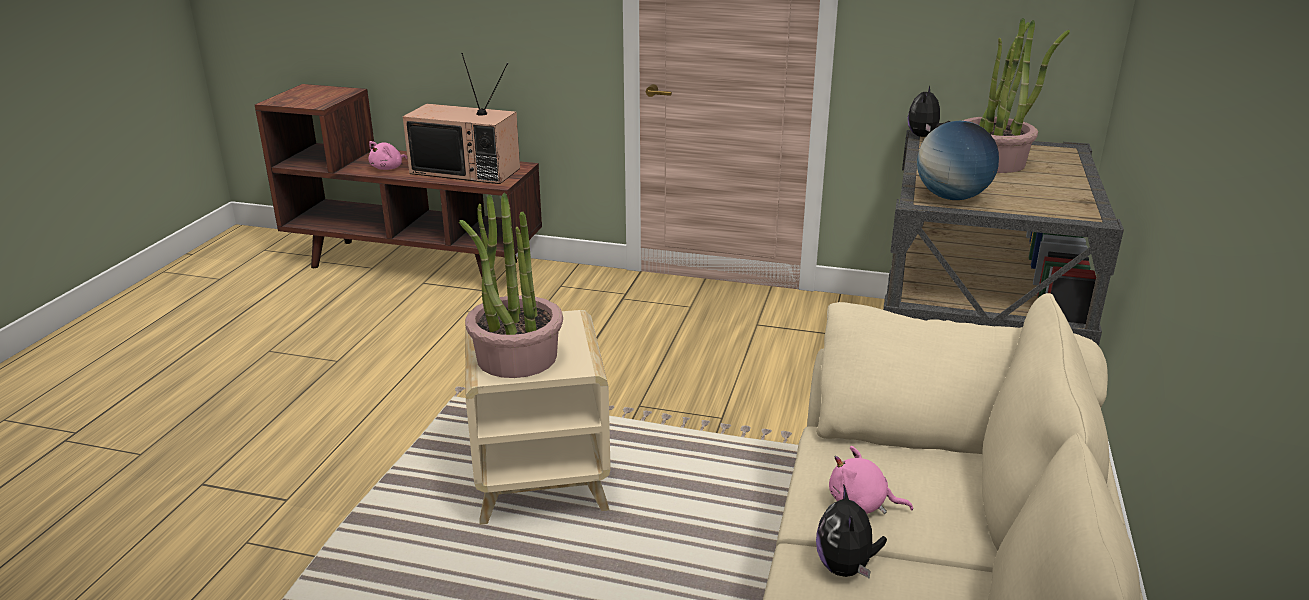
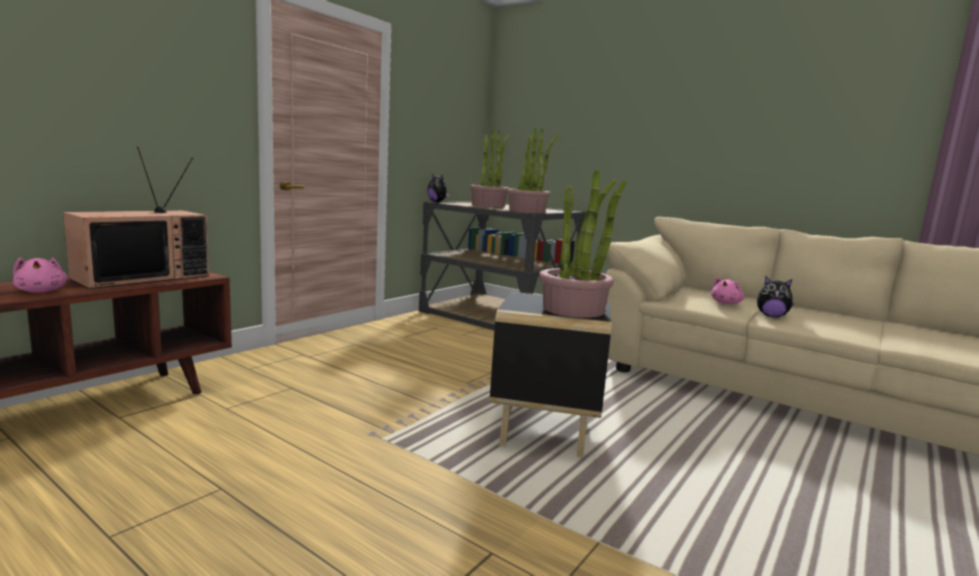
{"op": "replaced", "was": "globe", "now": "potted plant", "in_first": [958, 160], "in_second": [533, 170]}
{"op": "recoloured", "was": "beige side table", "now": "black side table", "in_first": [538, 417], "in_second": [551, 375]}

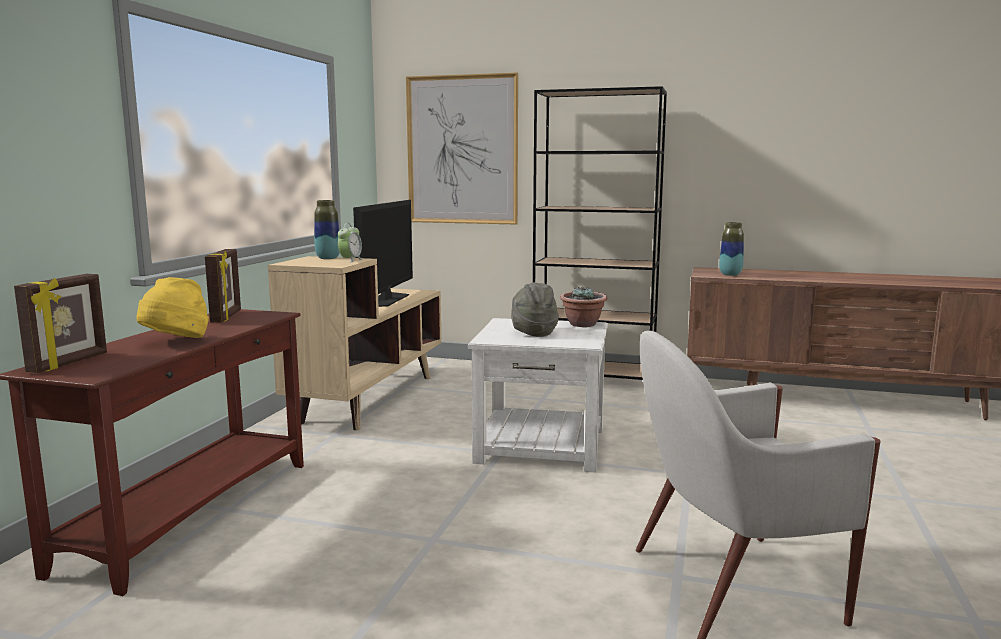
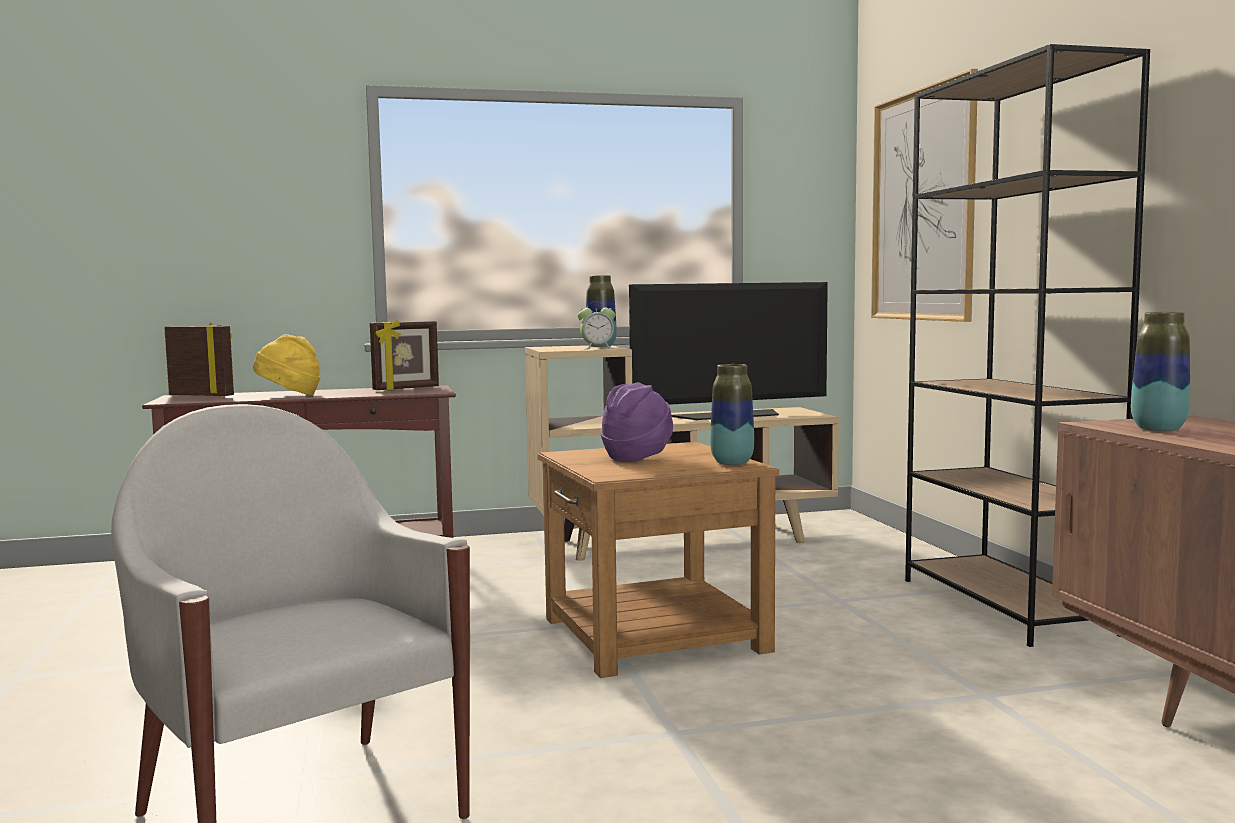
{"op": "replaced", "was": "potted plant", "now": "vase", "in_first": [583, 307], "in_second": [732, 414]}
{"op": "recoloured", "was": "white side table", "now": "brown side table", "in_first": [538, 395], "in_second": [658, 560]}
{"op": "recoloured", "was": "grey hat", "now": "purple hat", "in_first": [535, 309], "in_second": [636, 422]}
{"op": "turned", "was": "picture frame", "in_first": [60, 323], "in_second": [199, 359], "clockwise": -150}

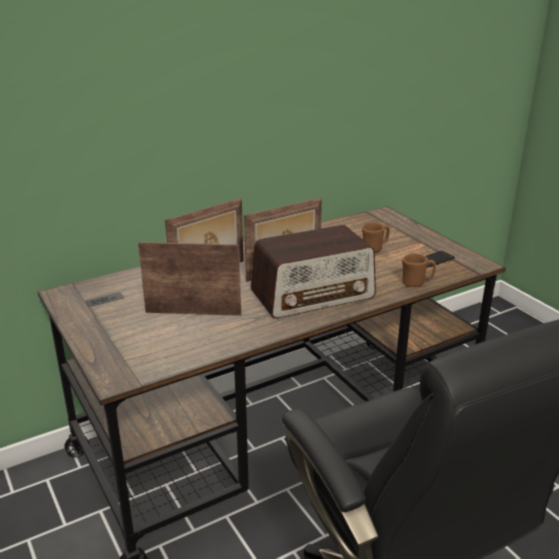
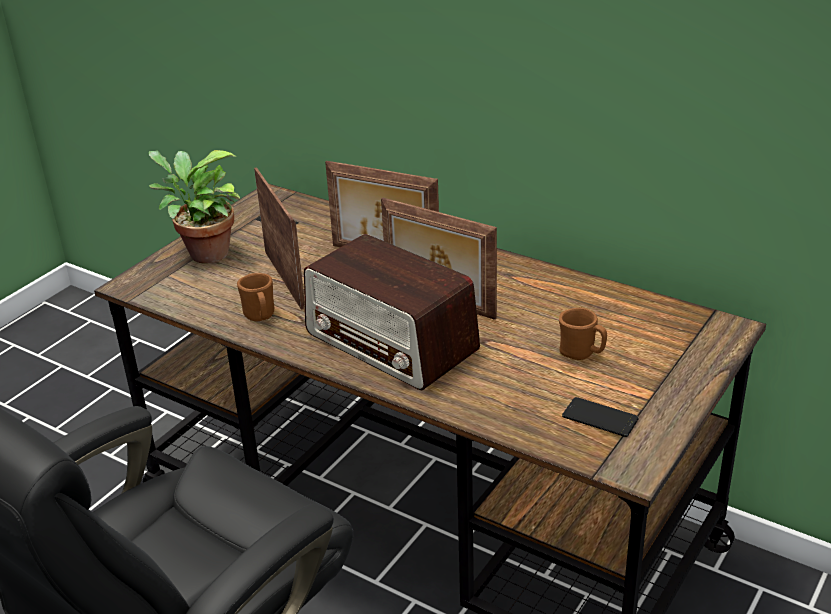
{"op": "added", "now": "potted plant", "in_second": [194, 207]}
{"op": "moved", "was": "brown mug", "in_first": [419, 270], "in_second": [255, 297]}

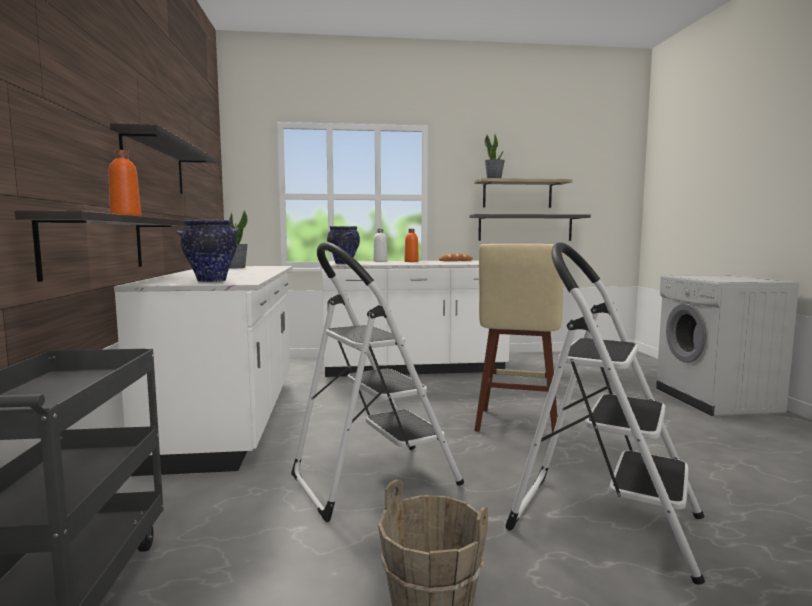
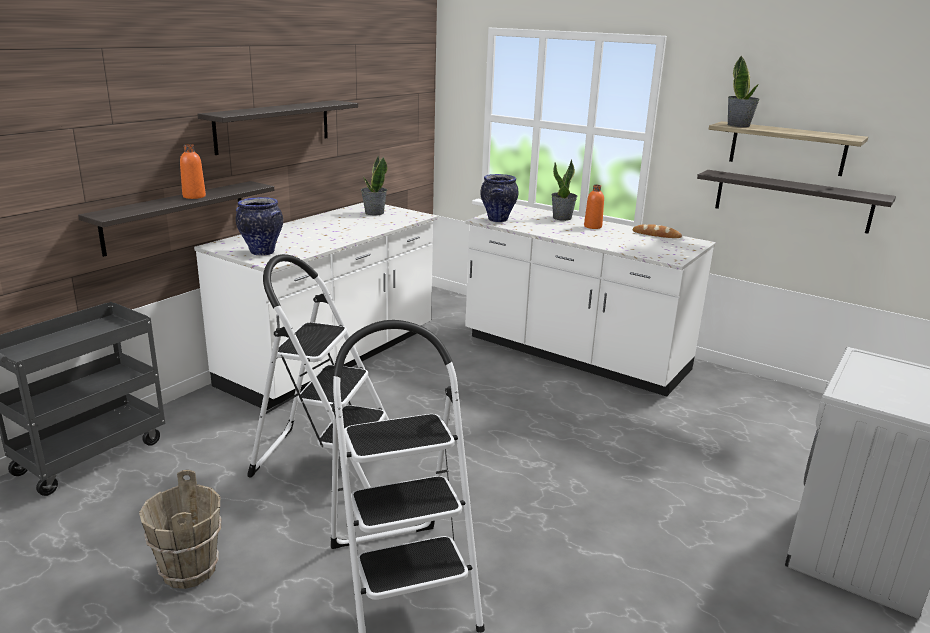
{"op": "removed", "was": "beige stool", "in_first": [519, 342]}
{"op": "replaced", "was": "white bottle", "now": "potted plant", "in_first": [380, 245], "in_second": [564, 190]}

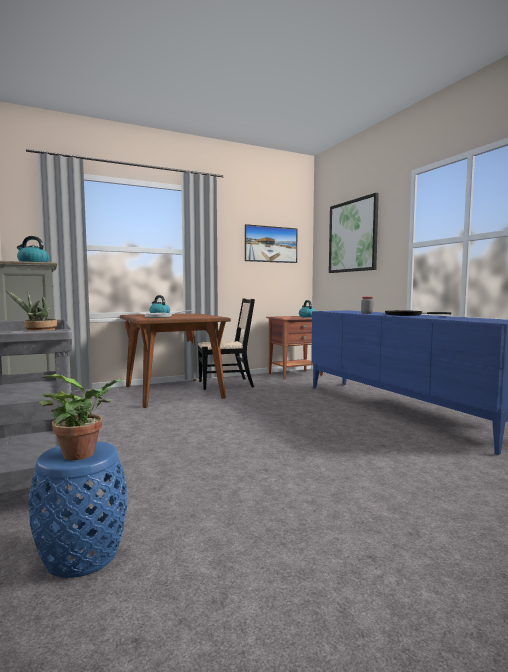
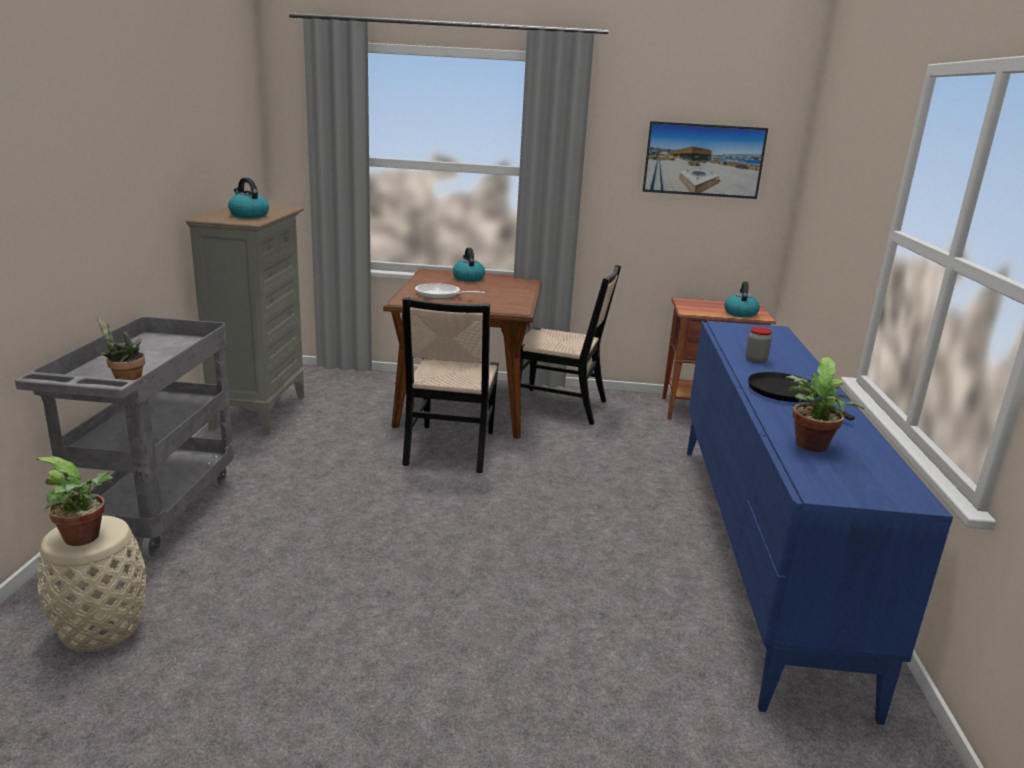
{"op": "removed", "was": "picture", "in_first": [354, 233]}
{"op": "added", "now": "chair", "in_second": [450, 385]}
{"op": "added", "now": "potted plant", "in_second": [824, 404]}
{"op": "recoloured", "was": "blue stool", "now": "beige stool", "in_first": [77, 509], "in_second": [91, 583]}

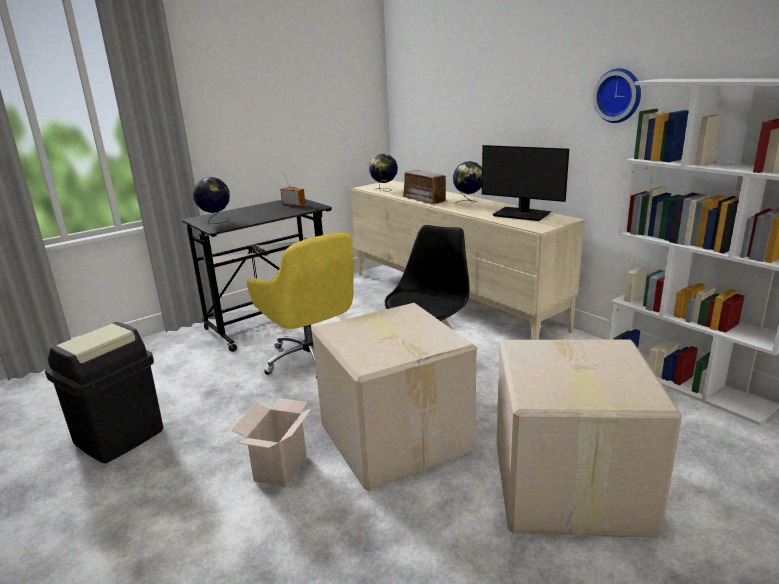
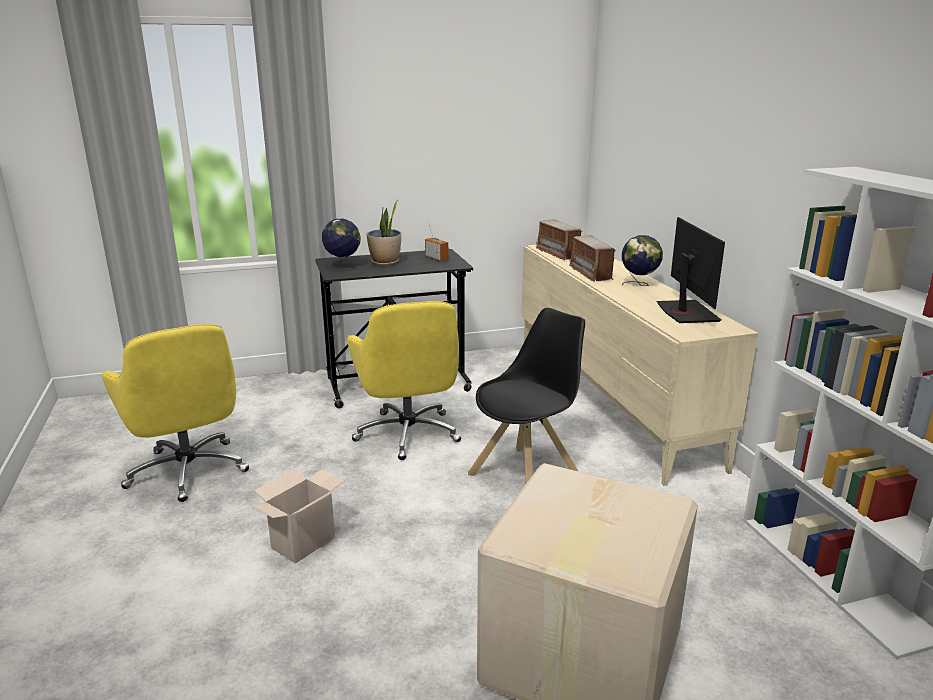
{"op": "removed", "was": "cardboard box", "in_first": [394, 397]}
{"op": "removed", "was": "wall clock", "in_first": [617, 95]}
{"op": "added", "now": "potted plant", "in_second": [384, 232]}
{"op": "replaced", "was": "black trash can", "now": "yellow office chair", "in_first": [104, 392], "in_second": [175, 413]}
{"op": "replaced", "was": "globe", "now": "radio", "in_first": [383, 172], "in_second": [559, 240]}
{"op": "turned", "was": "monitor", "in_first": [525, 183], "in_second": [691, 270], "clockwise": -150}

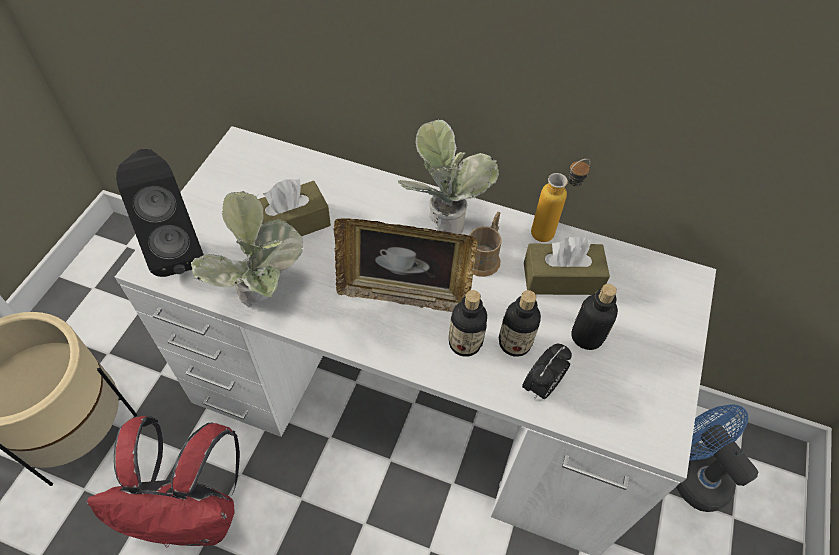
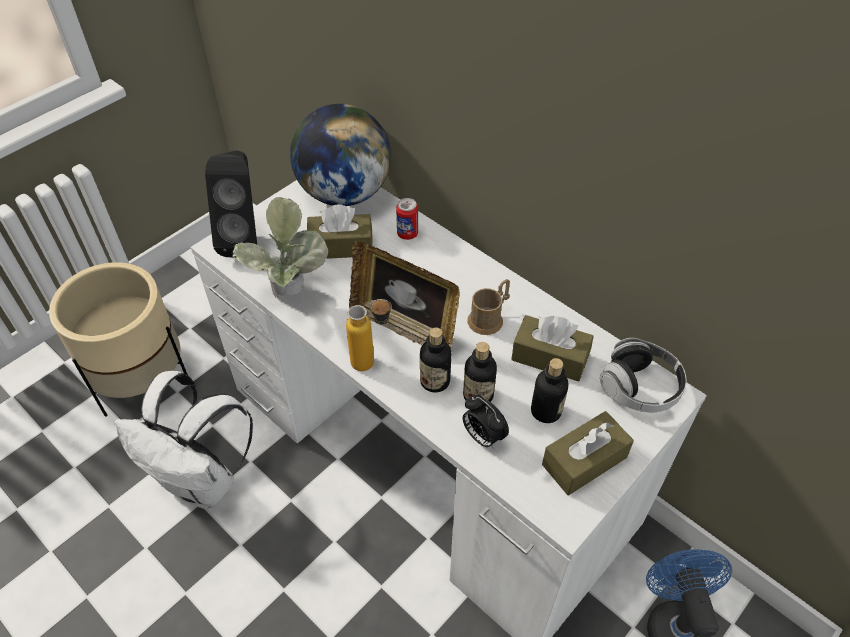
{"op": "removed", "was": "potted plant", "in_first": [448, 177]}
{"op": "added", "now": "globe", "in_second": [340, 155]}
{"op": "added", "now": "can", "in_second": [407, 219]}
{"op": "added", "now": "brown tissue box", "in_second": [588, 453]}
{"op": "added", "now": "headphones", "in_second": [643, 375]}
{"op": "moved", "was": "bottle", "in_first": [560, 200], "in_second": [369, 335]}
{"op": "recoloured", "was": "red backpack", "now": "white backpack", "in_first": [163, 482], "in_second": [184, 440]}
{"op": "turned", "was": "alarm clock", "in_first": [547, 372], "in_second": [486, 422], "clockwise": 75}

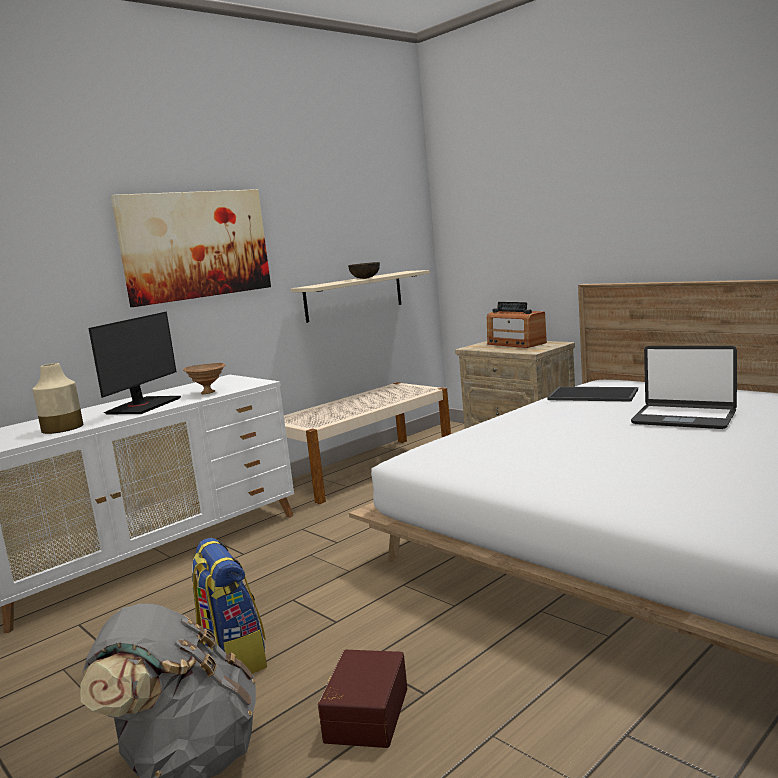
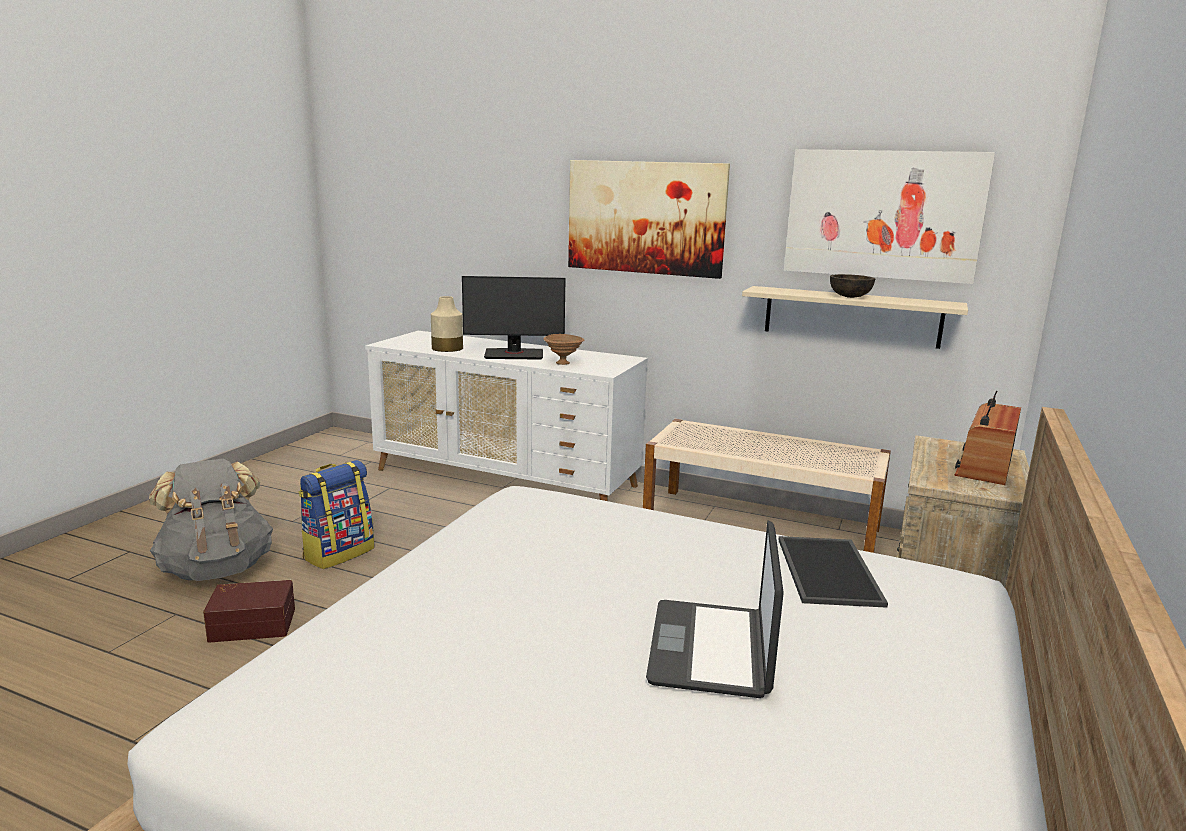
{"op": "added", "now": "picture", "in_second": [889, 216]}

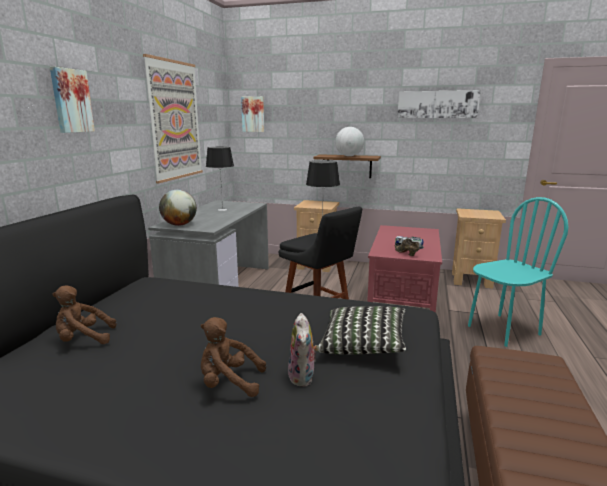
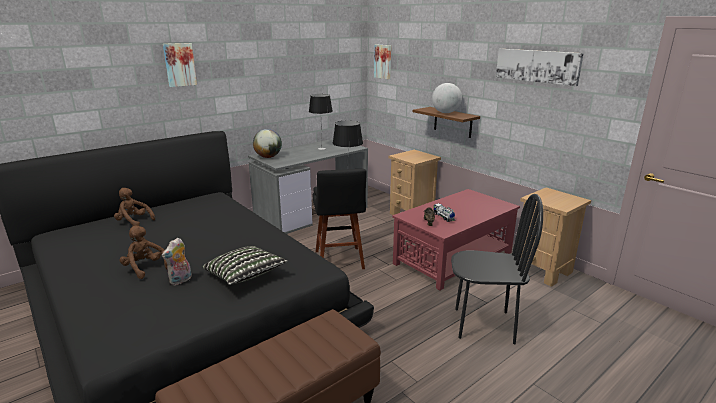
{"op": "removed", "was": "picture", "in_first": [173, 118]}
{"op": "recoloured", "was": "turquoise chair", "now": "black chair", "in_first": [518, 272], "in_second": [497, 269]}

